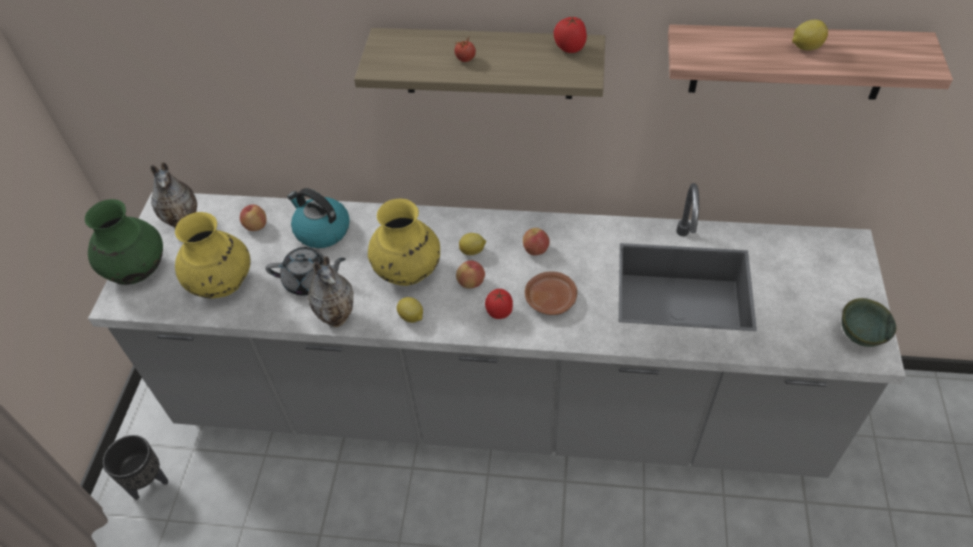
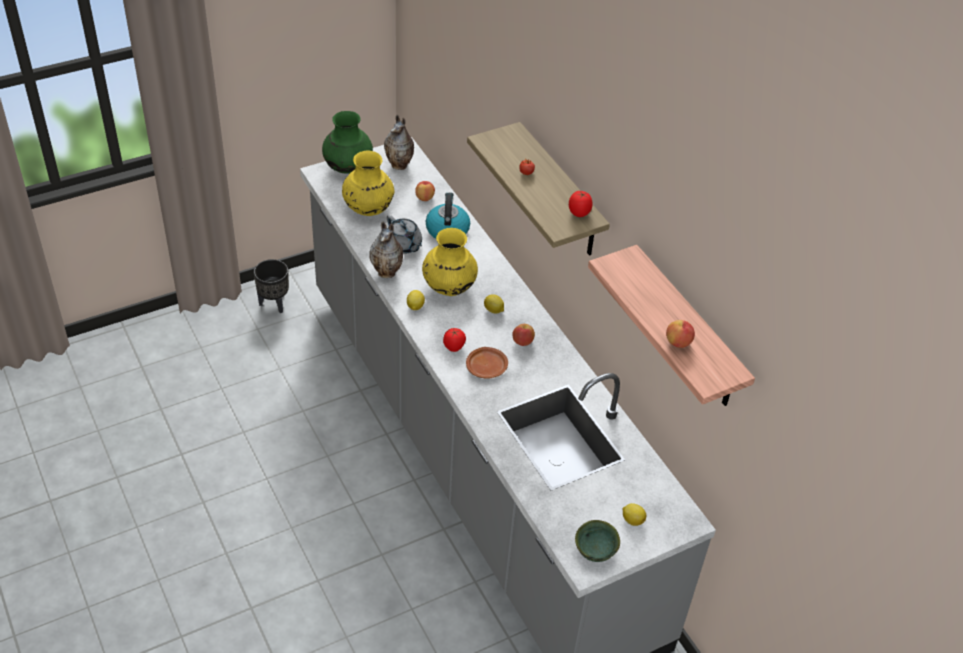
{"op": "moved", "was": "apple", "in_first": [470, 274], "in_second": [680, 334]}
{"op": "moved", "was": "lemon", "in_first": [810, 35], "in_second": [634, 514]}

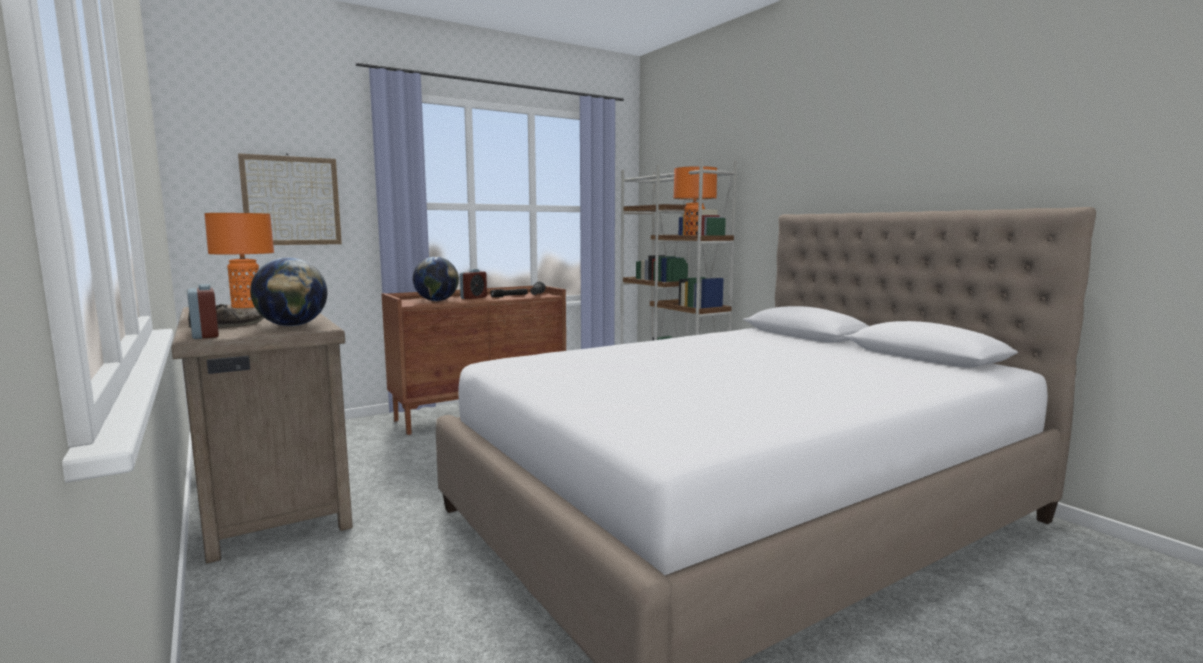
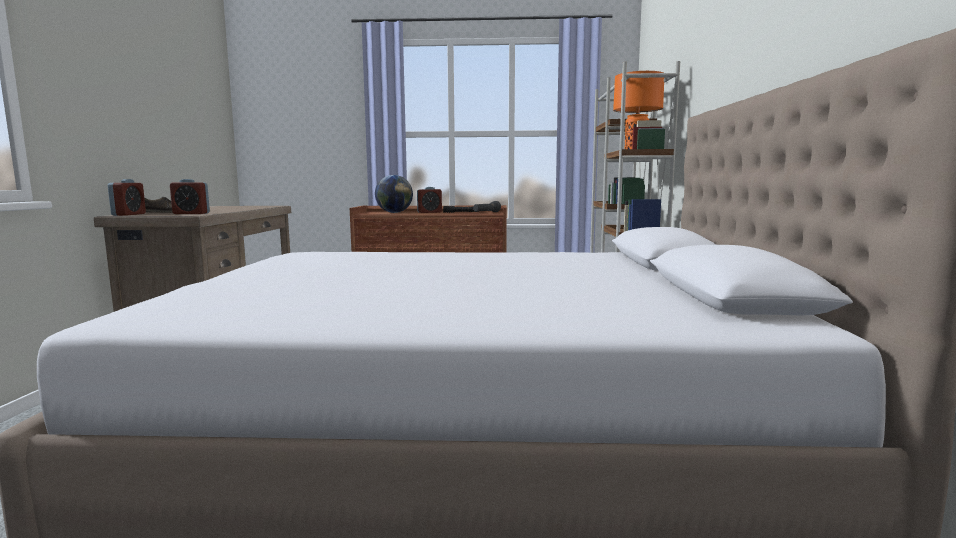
{"op": "removed", "was": "orange table lamp", "in_first": [239, 260]}
{"op": "removed", "was": "picture", "in_first": [290, 199]}
{"op": "replaced", "was": "globe", "now": "alarm clock", "in_first": [288, 291], "in_second": [190, 196]}

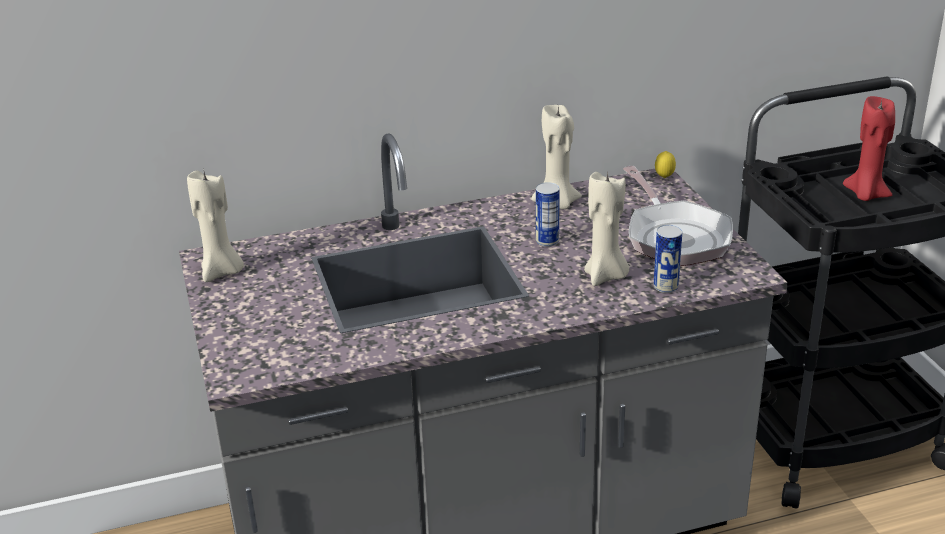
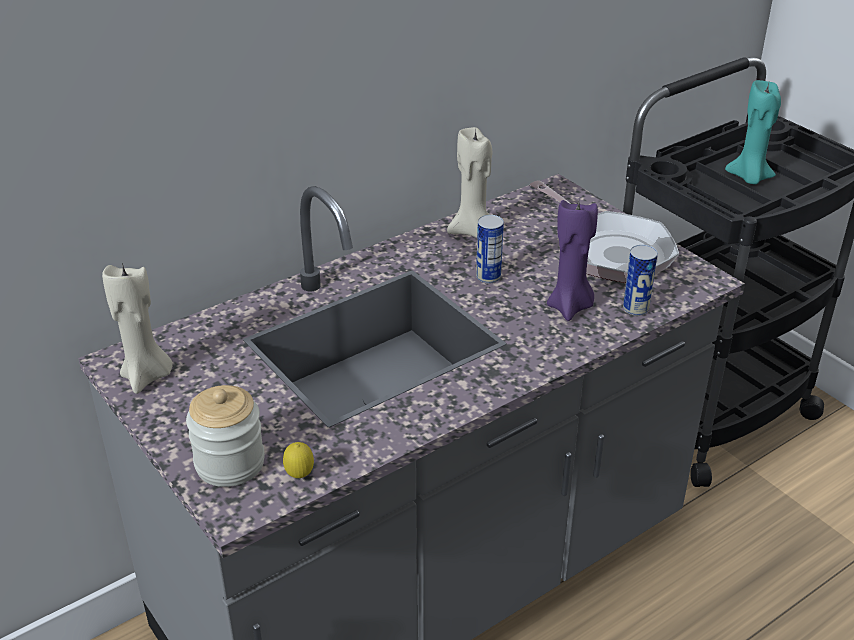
{"op": "added", "now": "jar", "in_second": [225, 436]}
{"op": "moved", "was": "lemon", "in_first": [665, 164], "in_second": [298, 460]}
{"op": "recoloured", "was": "beige candle", "now": "purple candle", "in_first": [606, 229], "in_second": [572, 260]}
{"op": "recoloured", "was": "red candle", "now": "turquoise candle", "in_first": [869, 148], "in_second": [753, 132]}

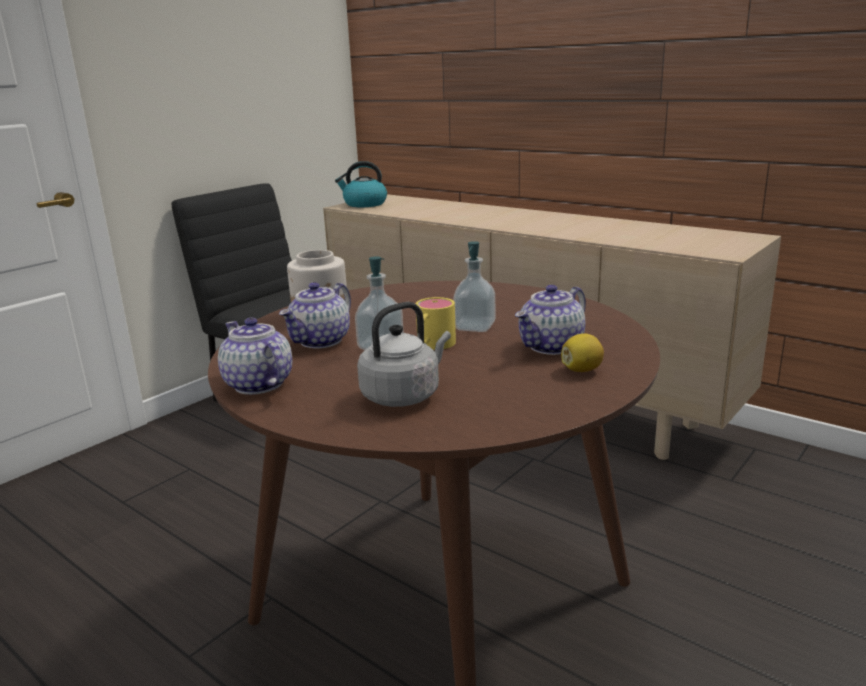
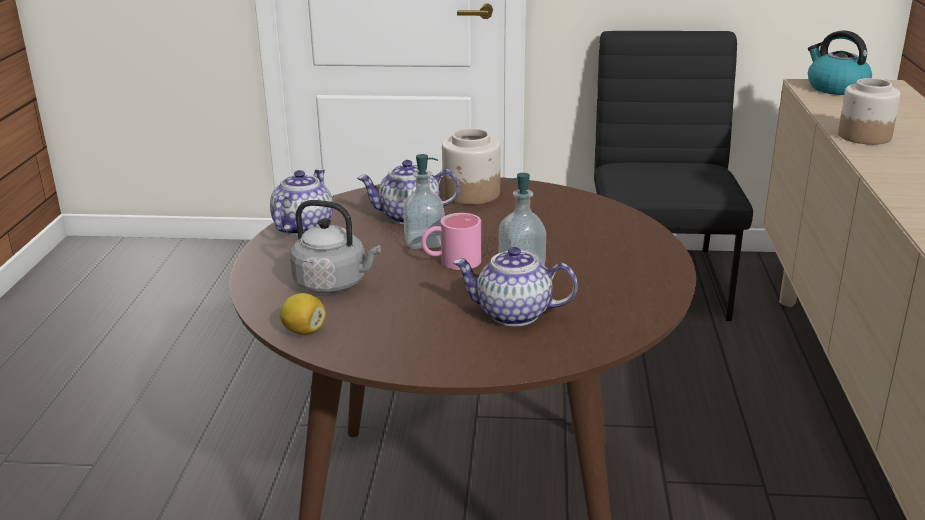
{"op": "added", "now": "jar", "in_second": [869, 111]}
{"op": "moved", "was": "lemon", "in_first": [582, 352], "in_second": [303, 314]}
{"op": "recoloured", "was": "yellow mug", "now": "pink mug", "in_first": [436, 323], "in_second": [451, 241]}

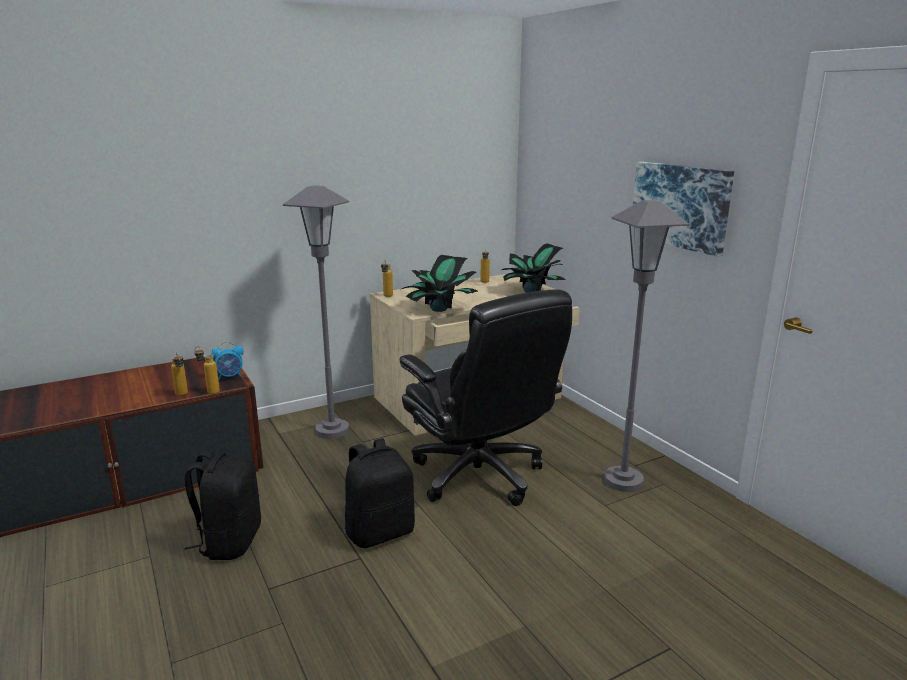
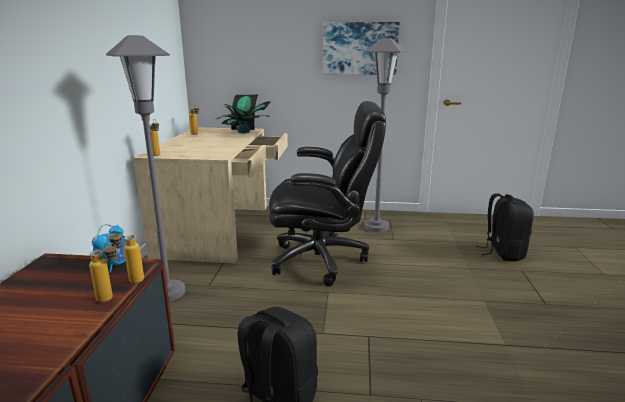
{"op": "removed", "was": "potted plant", "in_first": [440, 283]}
{"op": "moved", "was": "black backpack", "in_first": [380, 493], "in_second": [505, 227]}

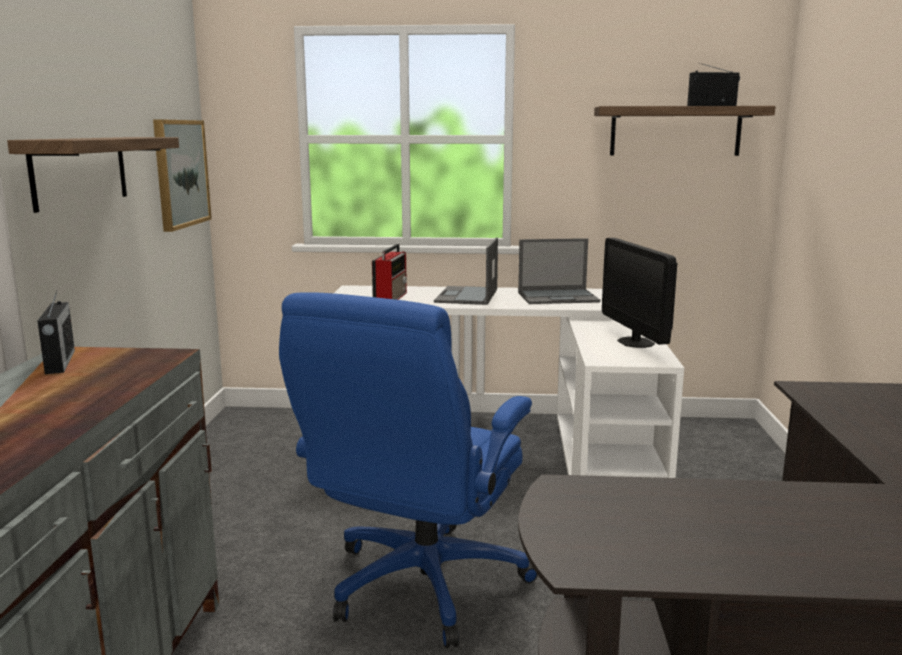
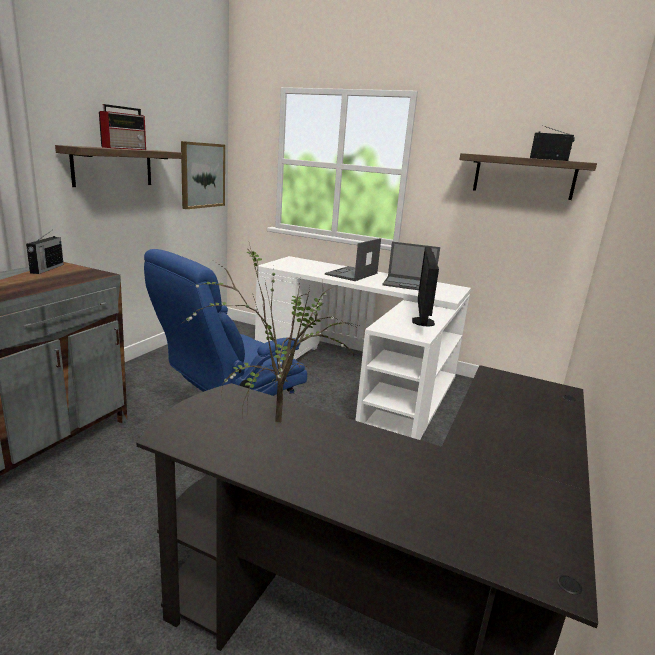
{"op": "added", "now": "potted plant", "in_second": [272, 332]}
{"op": "moved", "was": "radio", "in_first": [389, 272], "in_second": [122, 127]}

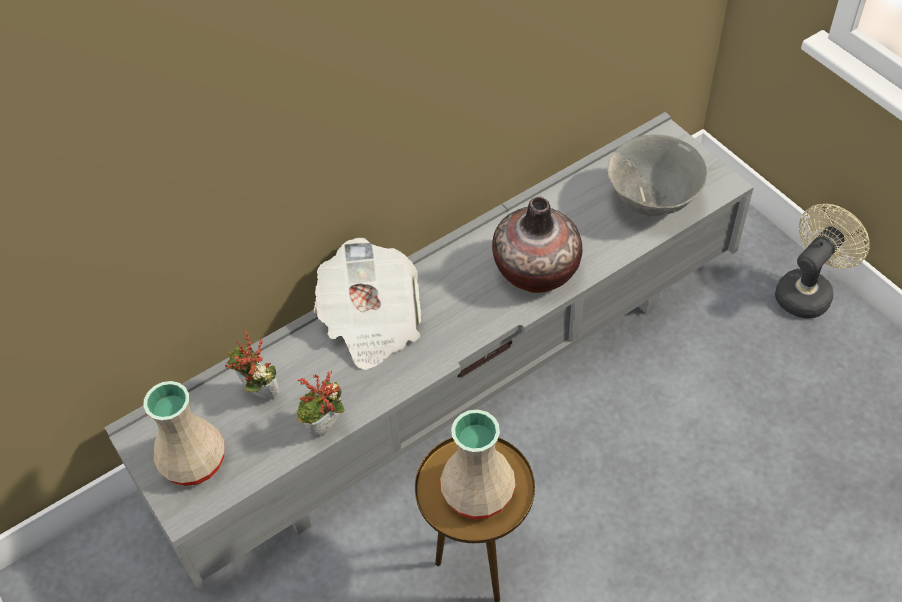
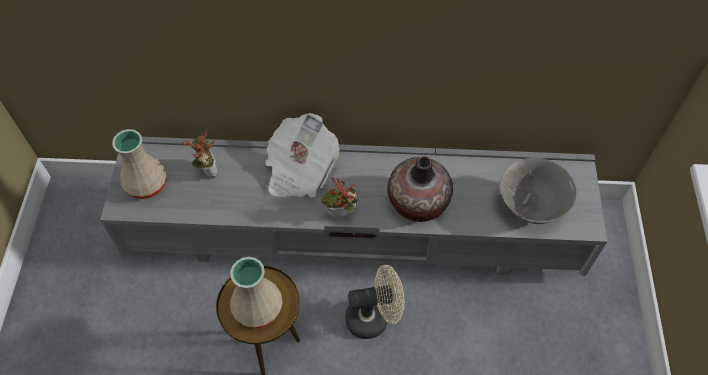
{"op": "moved", "was": "potted plant", "in_first": [321, 404], "in_second": [340, 198]}
{"op": "moved", "was": "beige fan", "in_first": [822, 261], "in_second": [375, 302]}

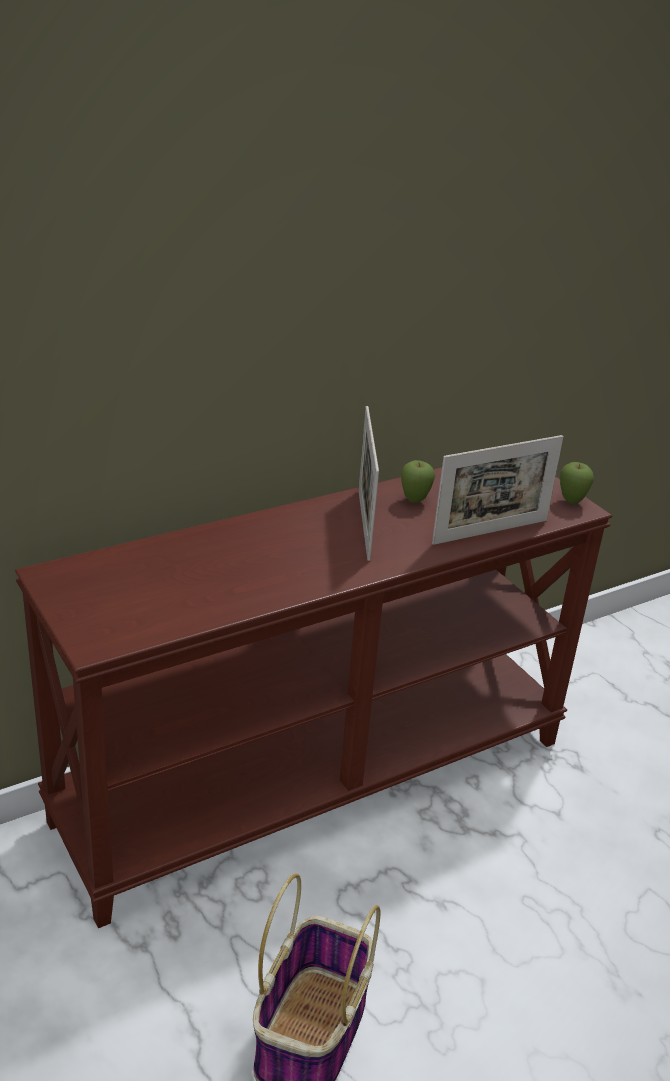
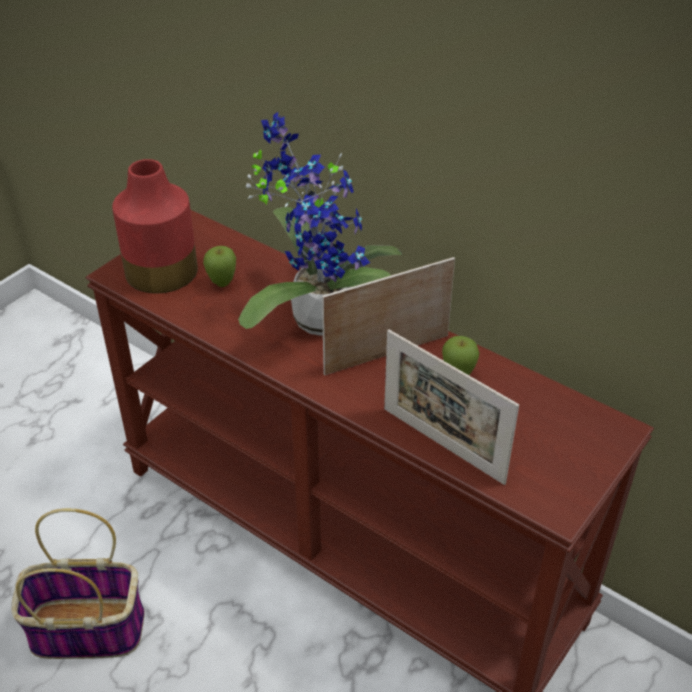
{"op": "added", "now": "red vase", "in_second": [155, 226]}
{"op": "added", "now": "potted plant", "in_second": [320, 224]}
{"op": "moved", "was": "apple", "in_first": [577, 483], "in_second": [219, 266]}

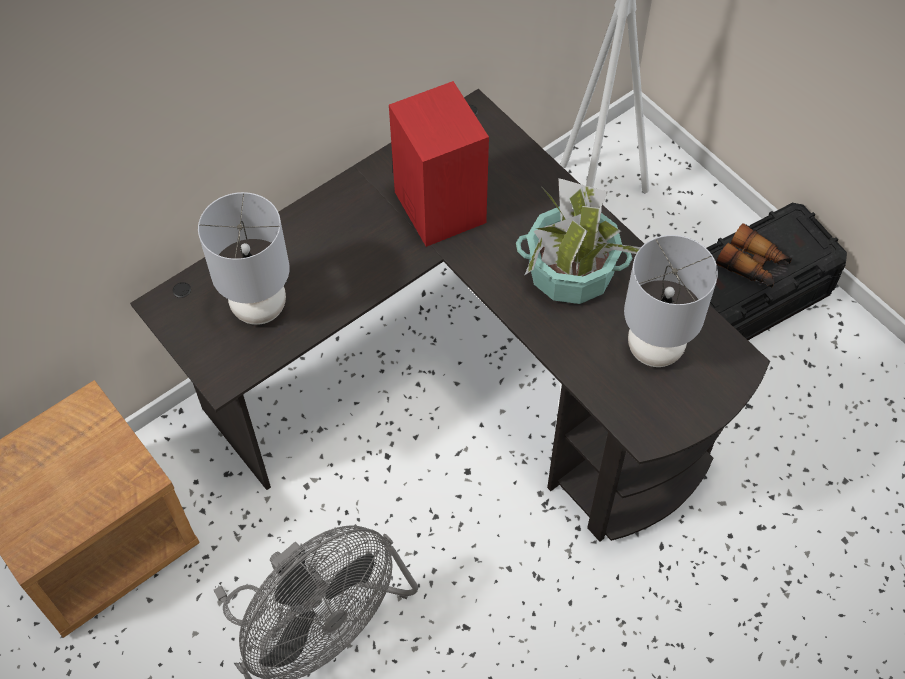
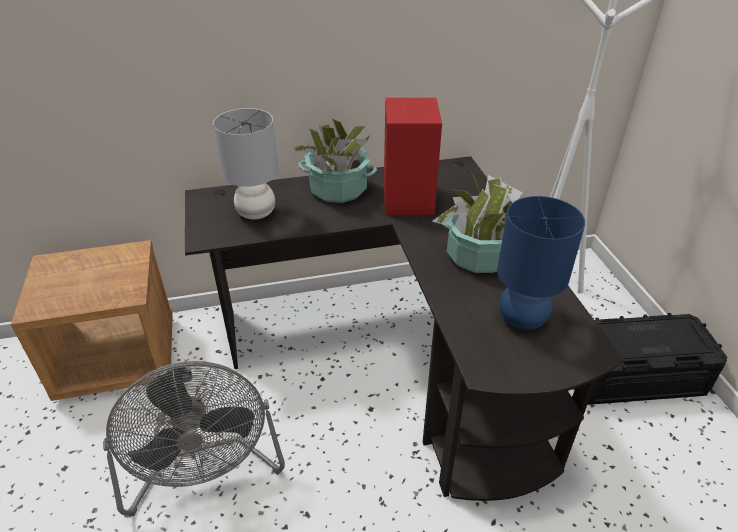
{"op": "removed", "was": "binoculars", "in_first": [754, 255]}
{"op": "added", "now": "potted plant", "in_second": [334, 160]}
{"op": "recoloured", "was": "grey table lamp", "now": "blue table lamp", "in_first": [671, 301], "in_second": [541, 263]}

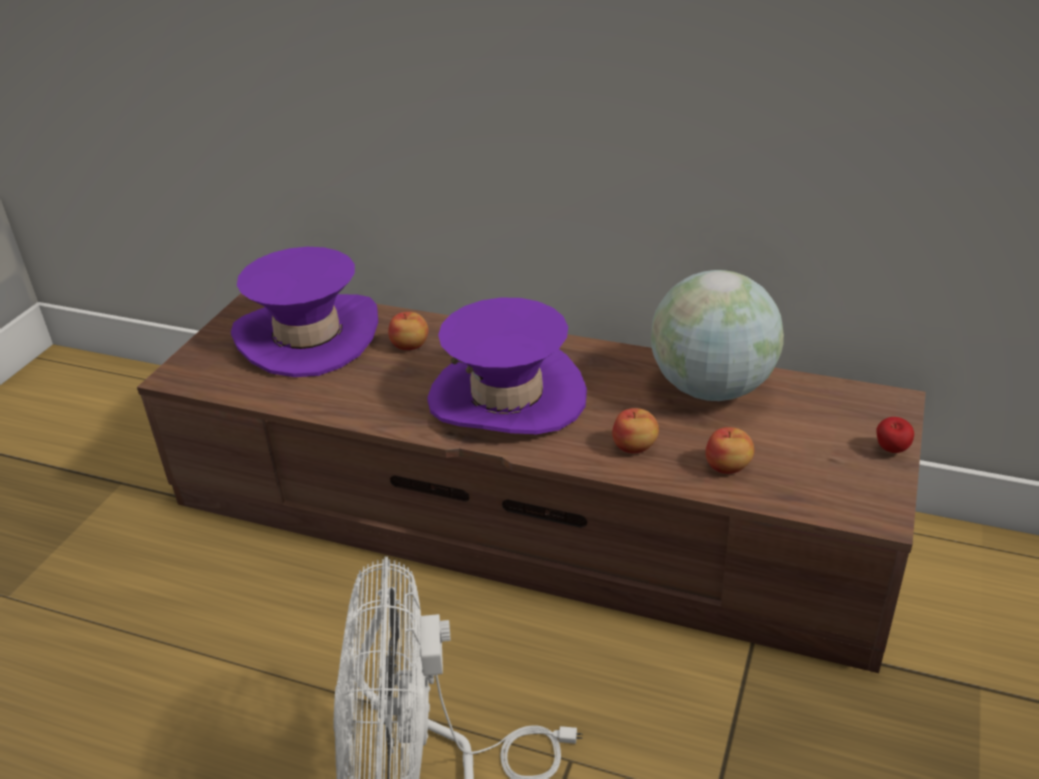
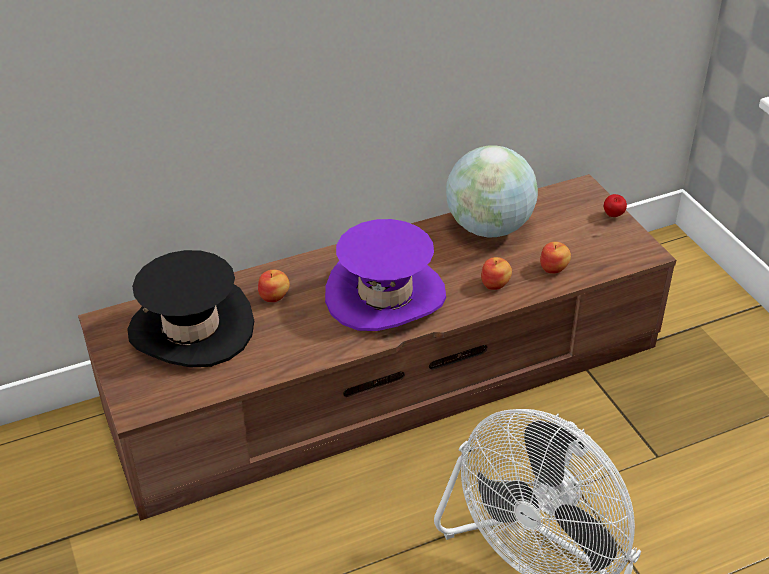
{"op": "recoloured", "was": "purple hat", "now": "black hat", "in_first": [304, 312], "in_second": [191, 308]}

